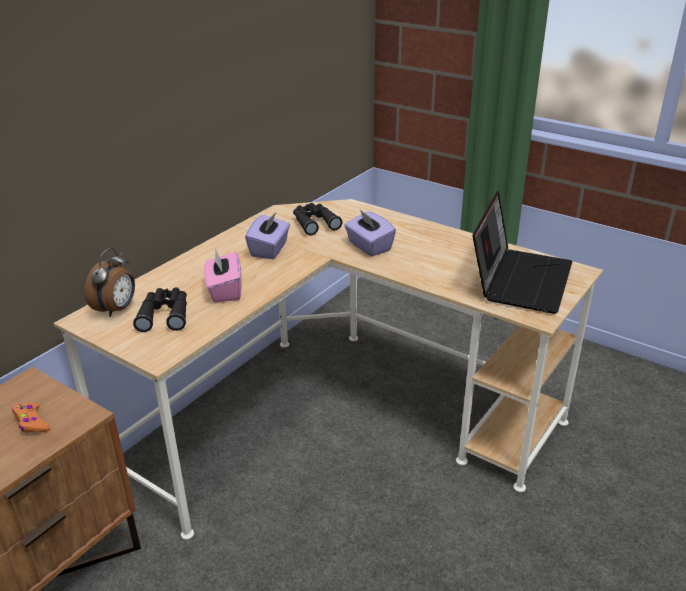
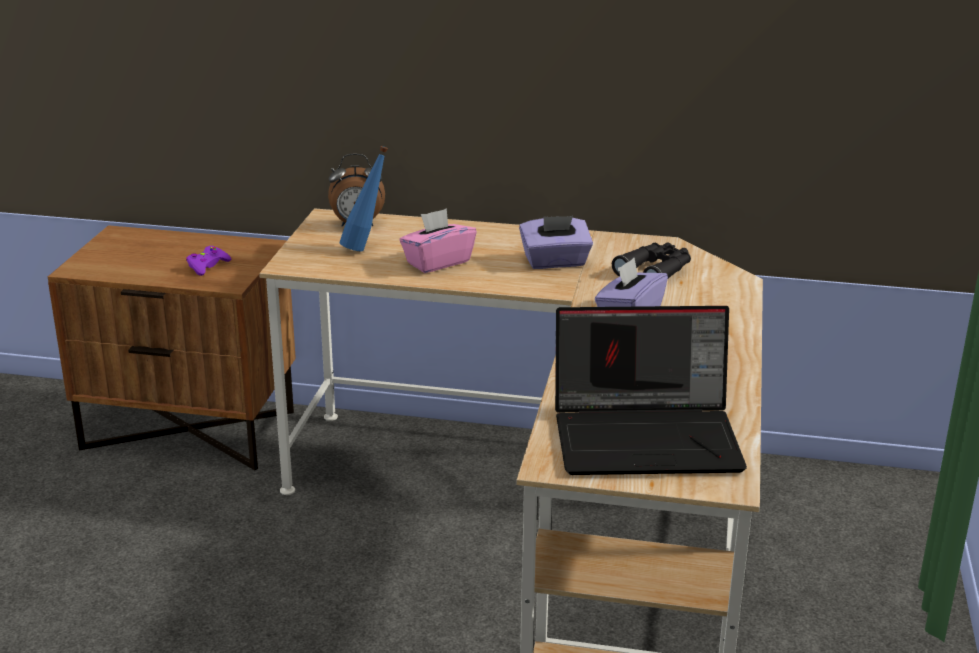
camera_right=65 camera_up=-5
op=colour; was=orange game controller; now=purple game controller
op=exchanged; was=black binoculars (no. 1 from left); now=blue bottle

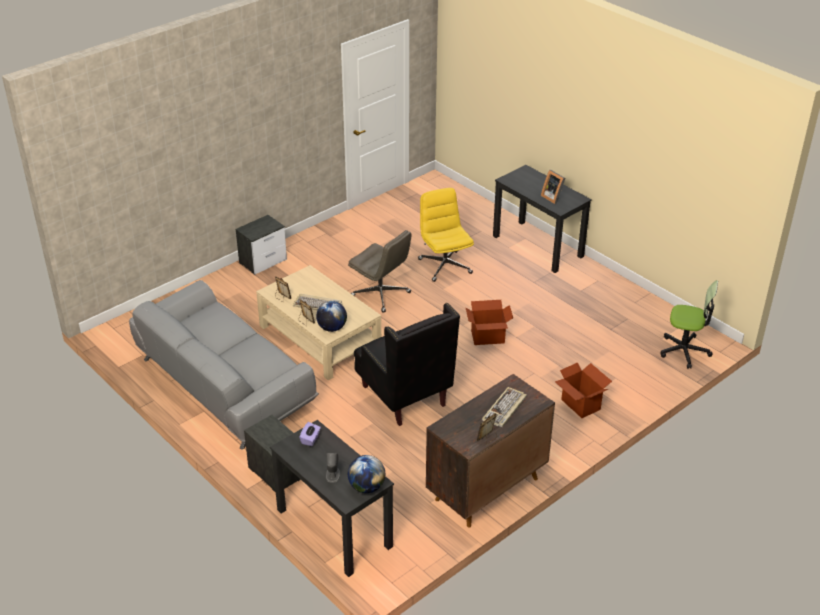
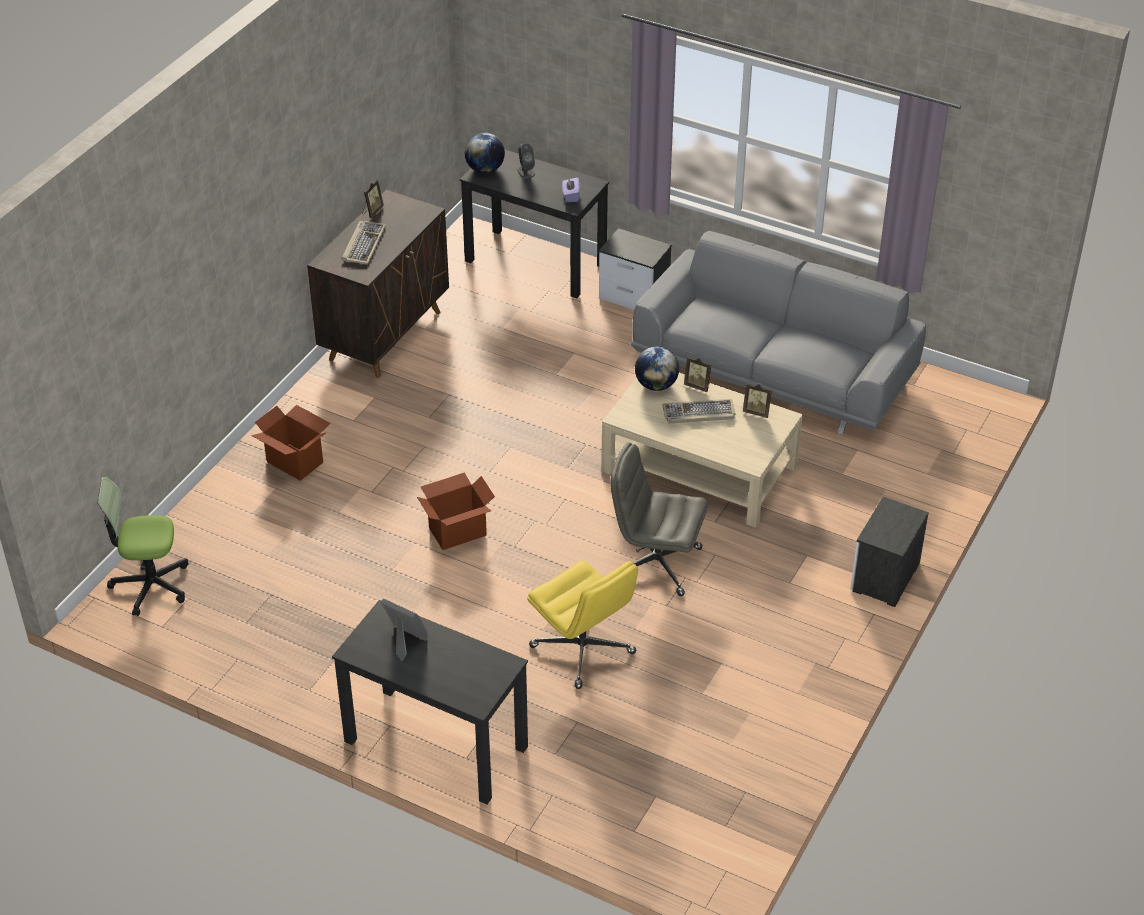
camera_right=160 camera_up=5
op=missing; was=black armchair

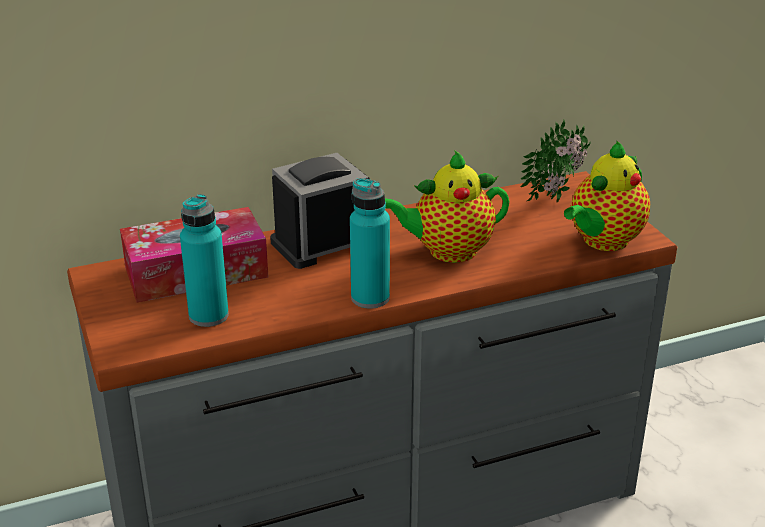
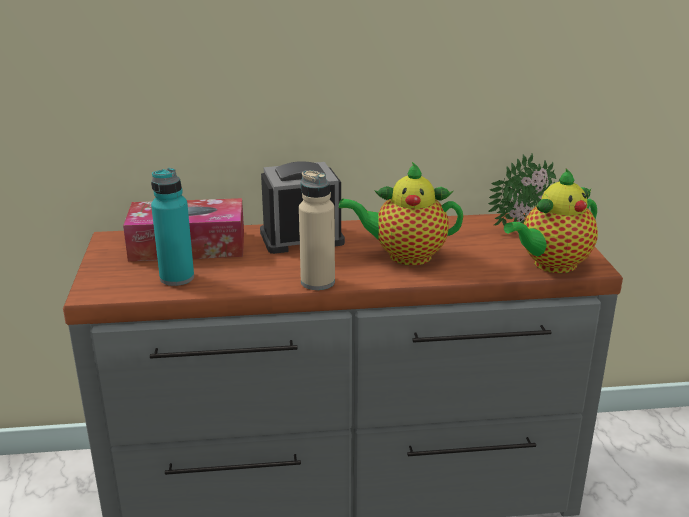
camera_right=15 camera_up=-5
op=colour; was=turquoise bottle (no. 2 from left); now=beige bottle

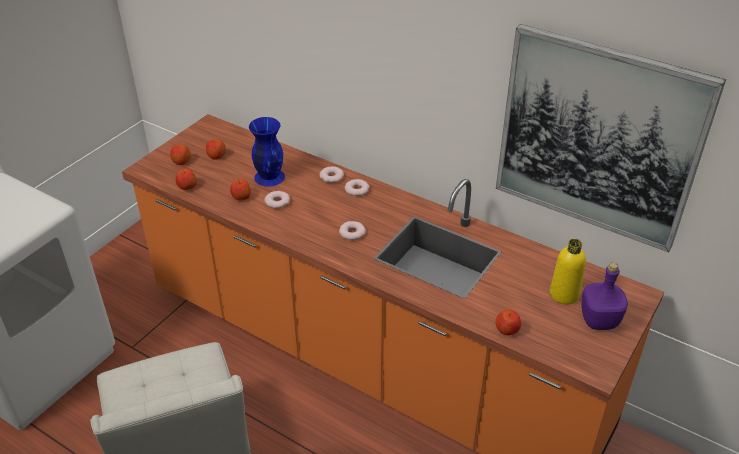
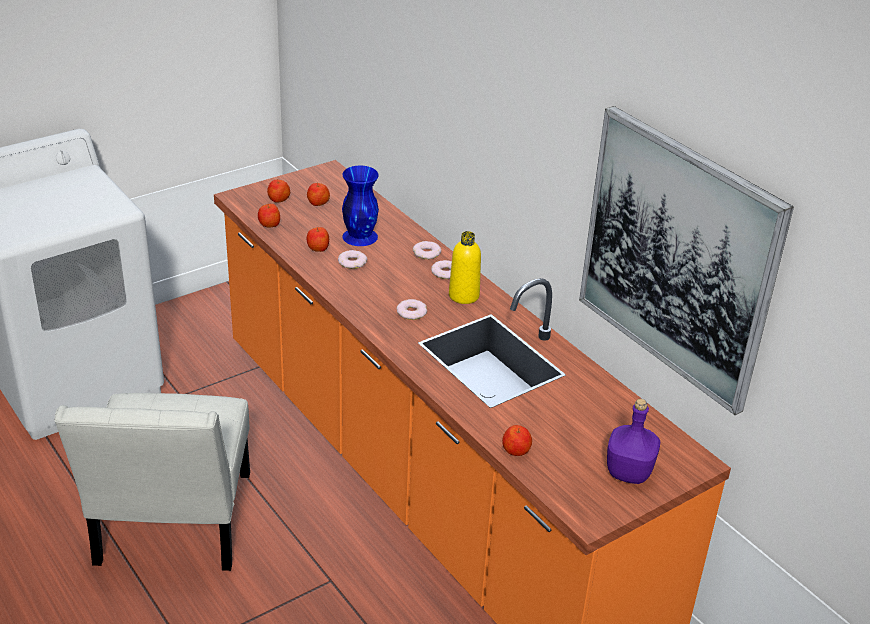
camera_right=20 camera_up=-5
op=relocated; was=yellow bottle

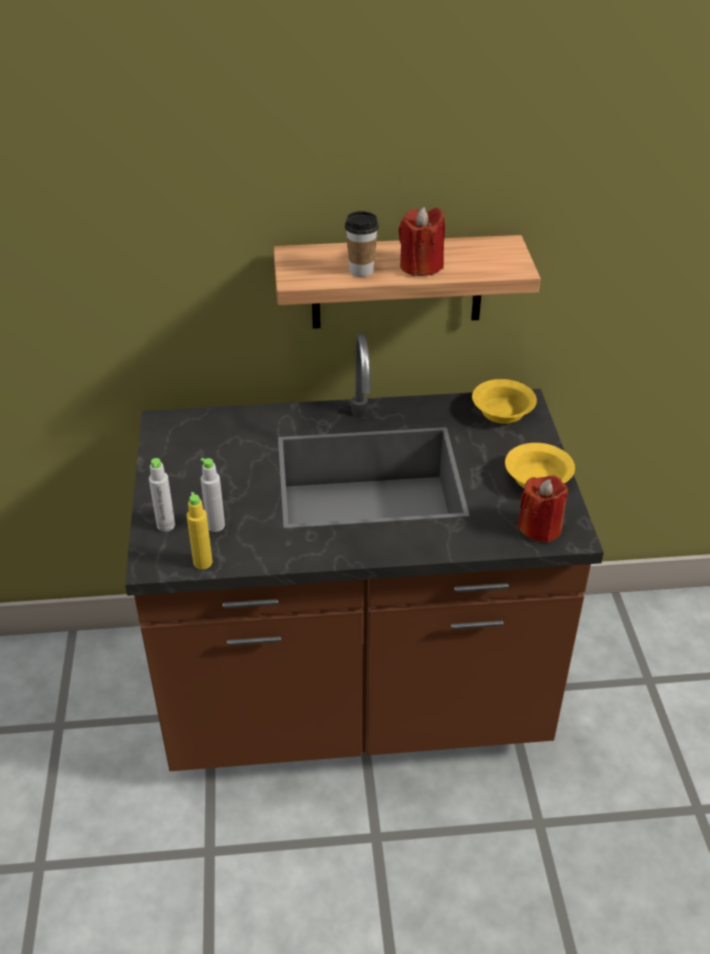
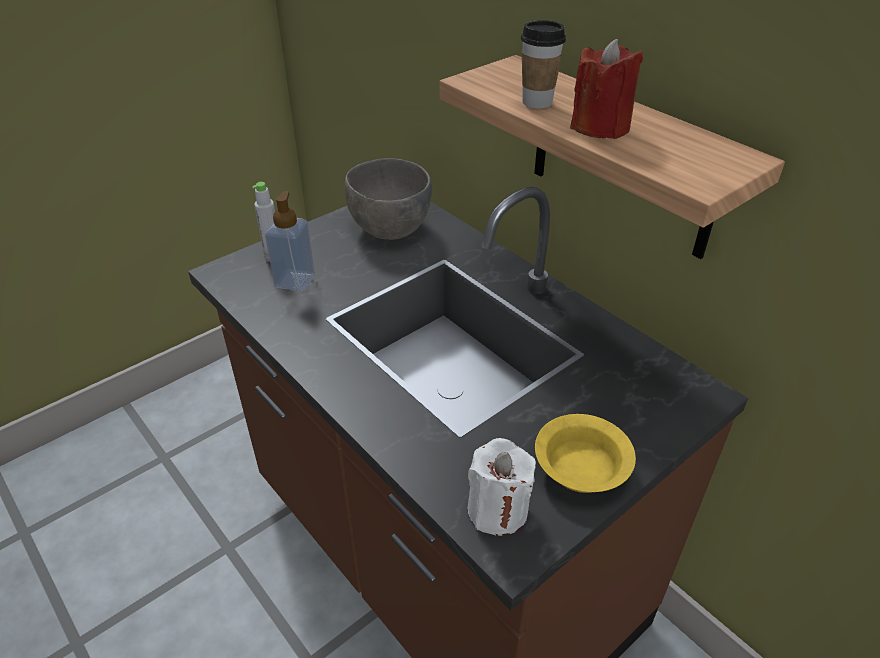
camera_right=55 camera_up=0
op=exchanged; was=grey bottle (no. 2 from left); now=soap dispenser
op=appeared; now=grey bowl
op=colour; was=red candle (no. 2 from left); now=white candle
op=missing; was=yellow bottle
op=missing; was=yellow bowl (no. 1 from left)

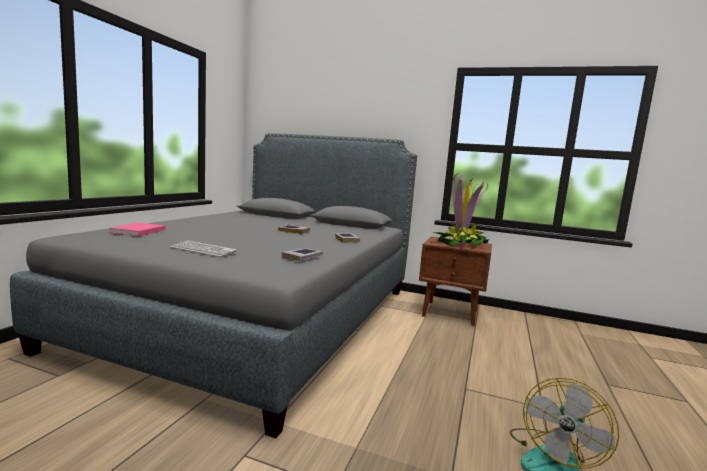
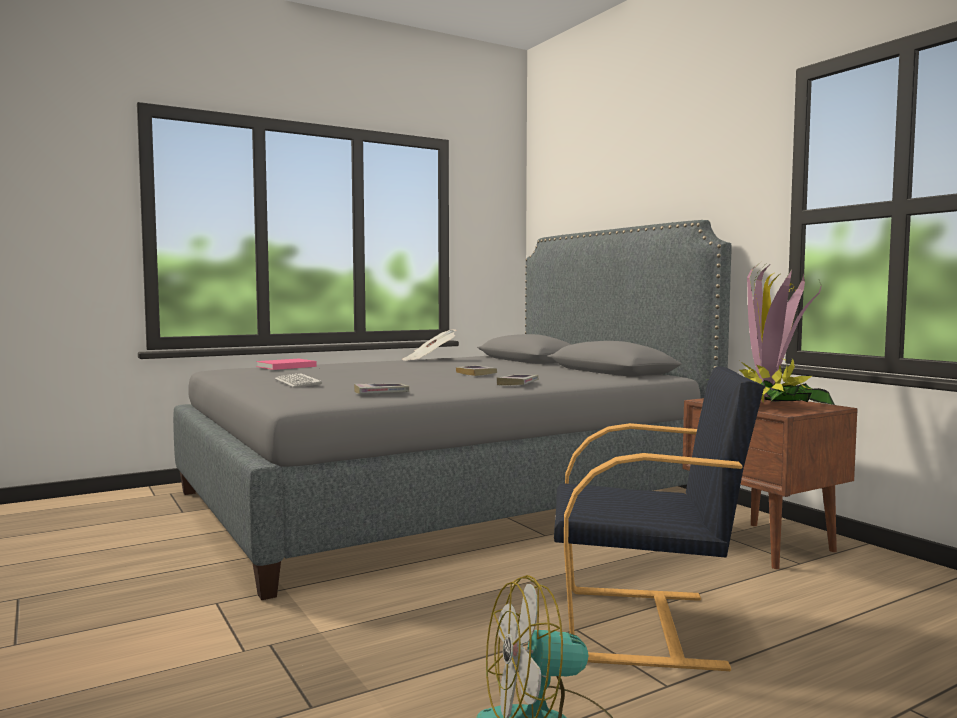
camera_right=40 camera_up=-5
op=appeared; now=newspaper
op=appeared; now=black armchair

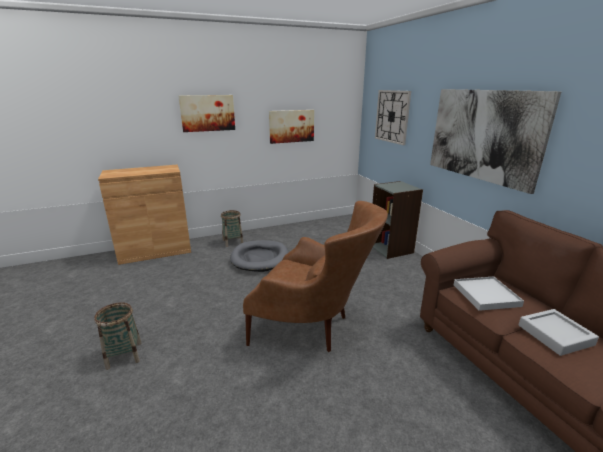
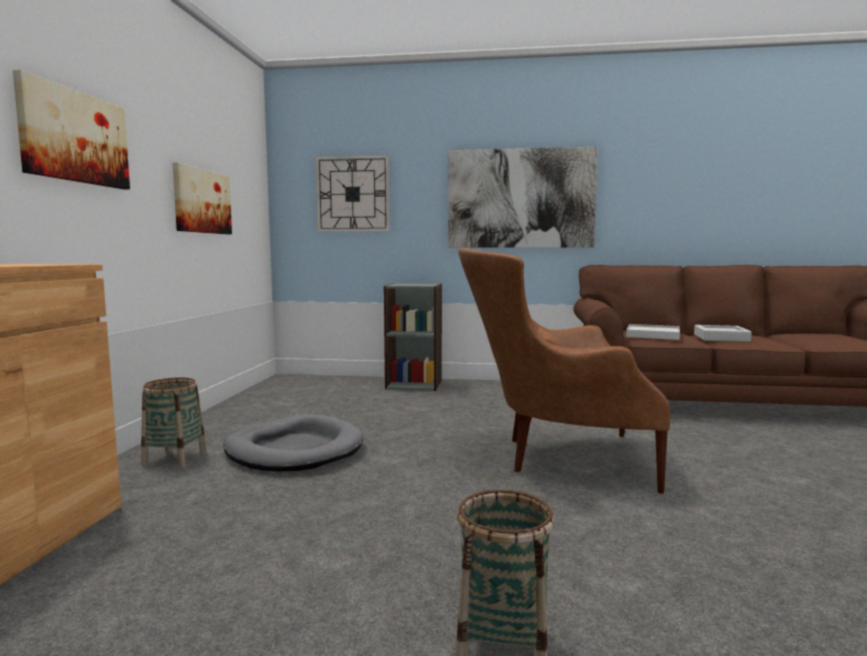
camera_right=-60 camera_up=-15
op=spun; was=brown armchair; clockwise=-135

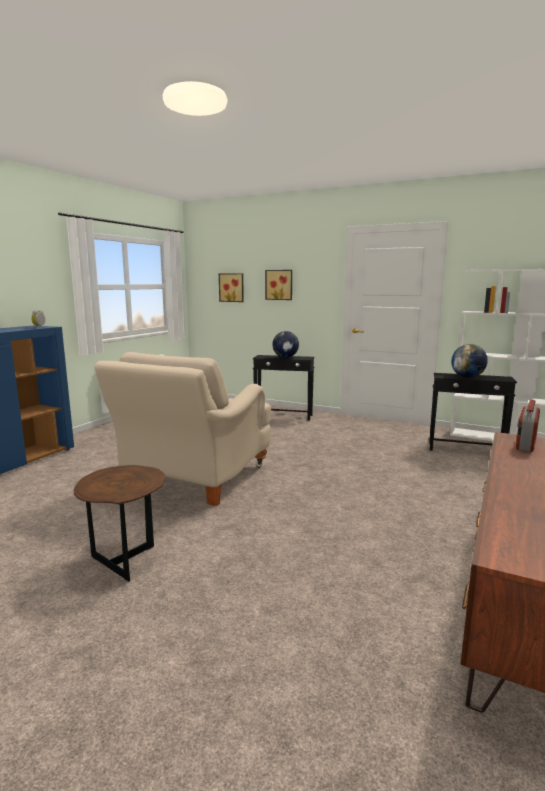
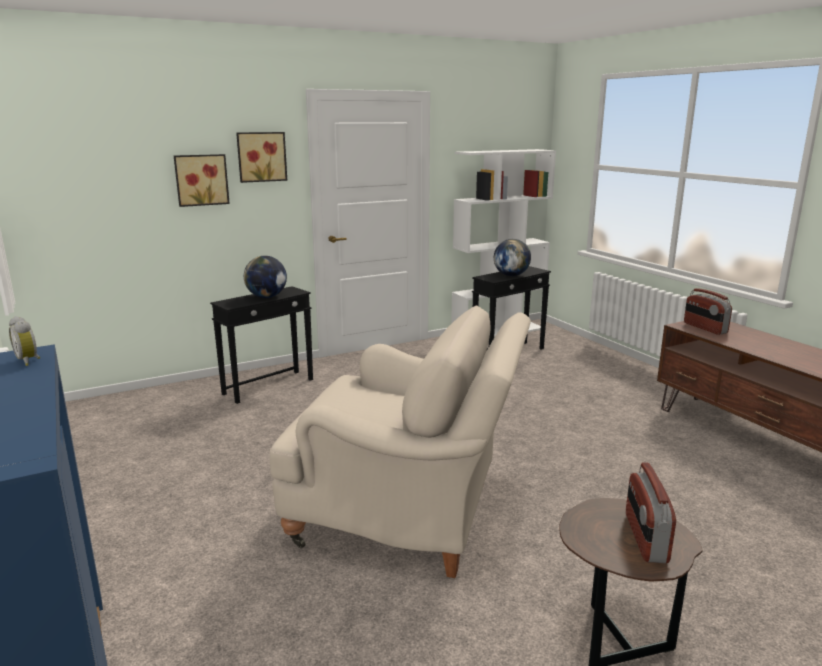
camera_right=-55 camera_up=5
op=relocated; was=picture (no. 1 from left in the first image); now=picture (no. 2 from left)
op=spun; was=beige armchair; clockwise=-45
op=appeared; now=radio (no. 1 from left)

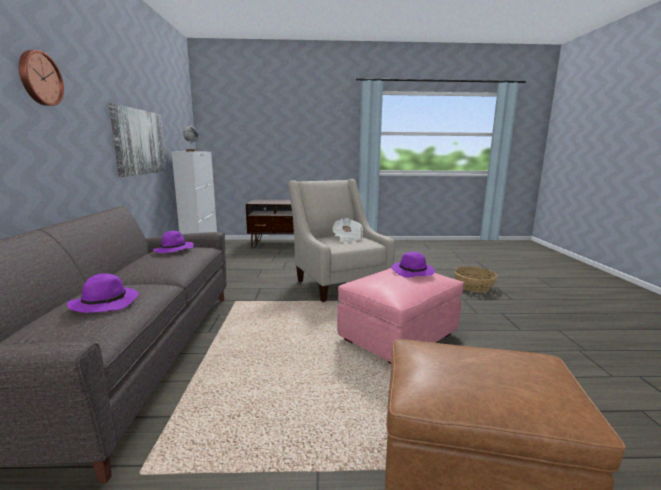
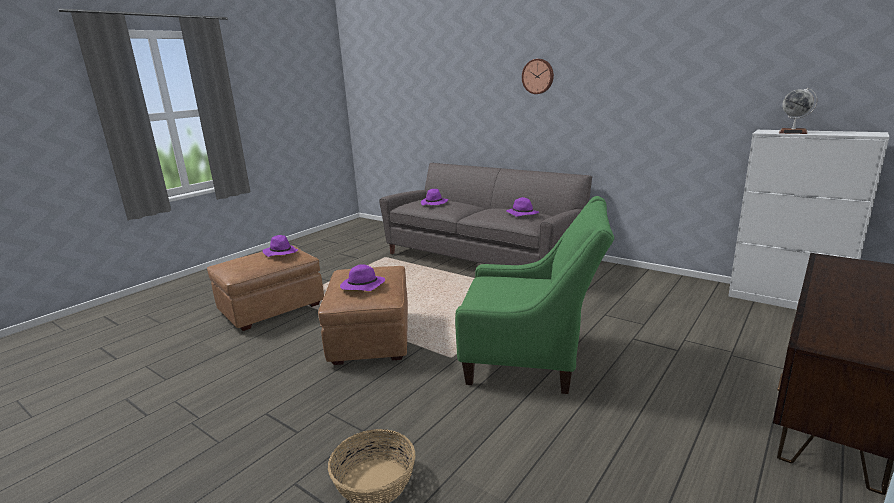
camera_right=130 camera_up=5
op=appeared; now=purple hat (no. 1 from left)
op=colour; was=pink ottoman; now=brown ottoman (no. 2 from left)
op=colour; was=beige armchair; now=green armchair
op=missing; was=picture
op=missing; was=newspaper

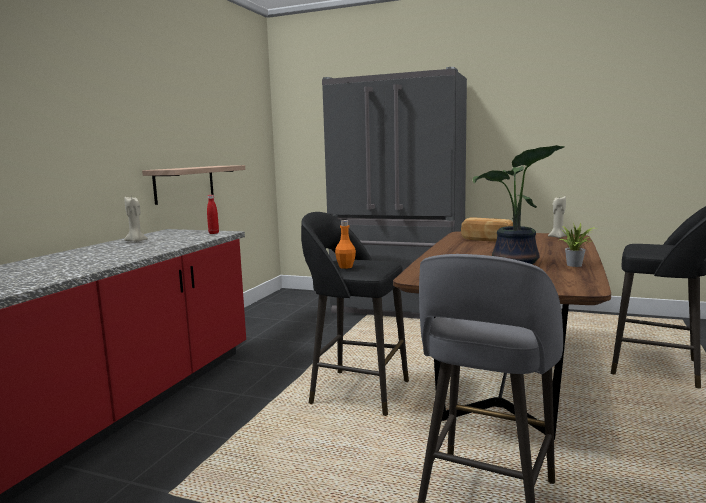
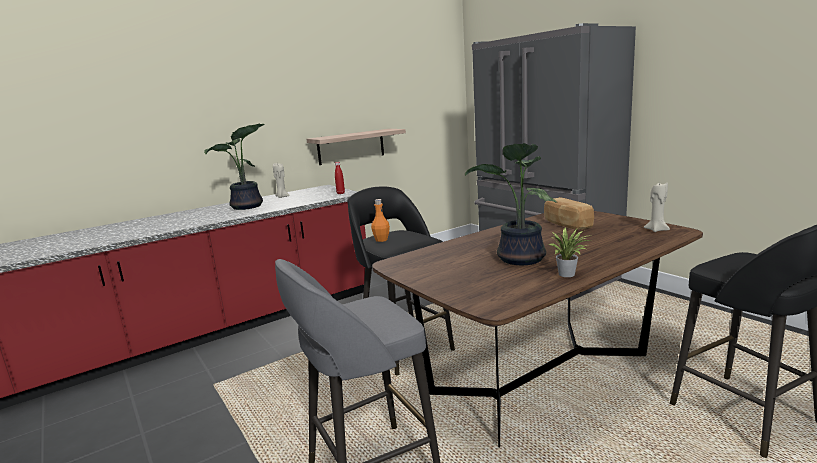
camera_right=35 camera_up=5
op=appeared; now=potted plant (no. 1 from left)

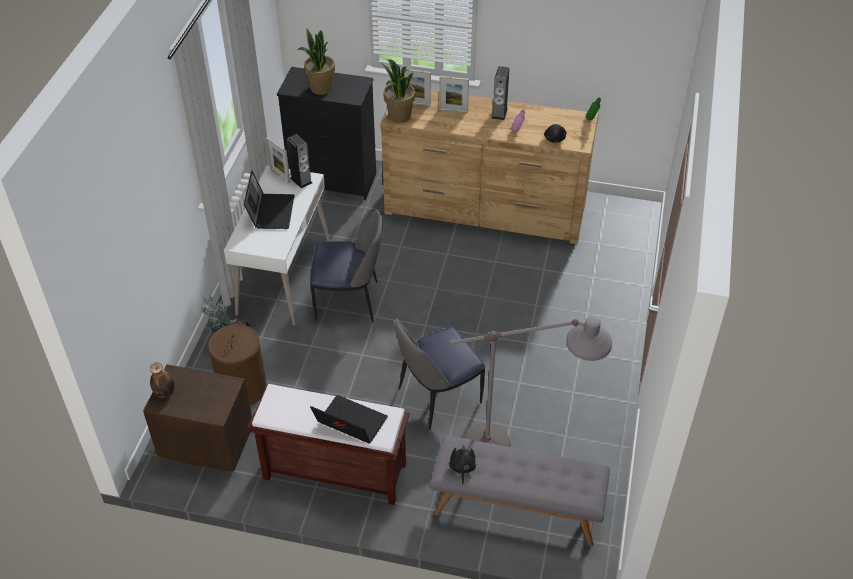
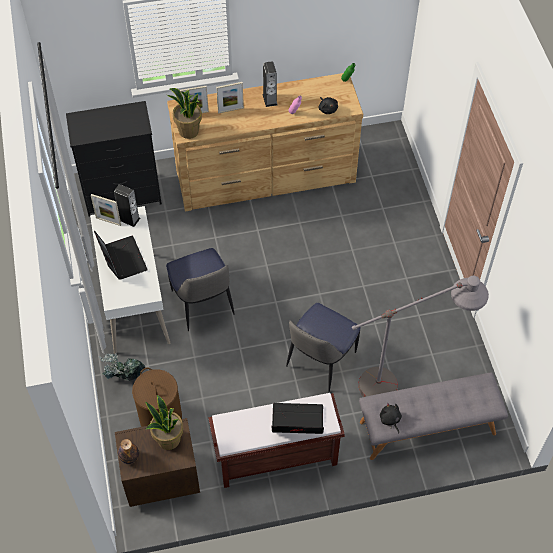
camera_right=-25 camera_up=10
op=relocated; was=potted plant (no. 2 from left)
op=spun; was=chair (no. 1 from left); clockwise=90

